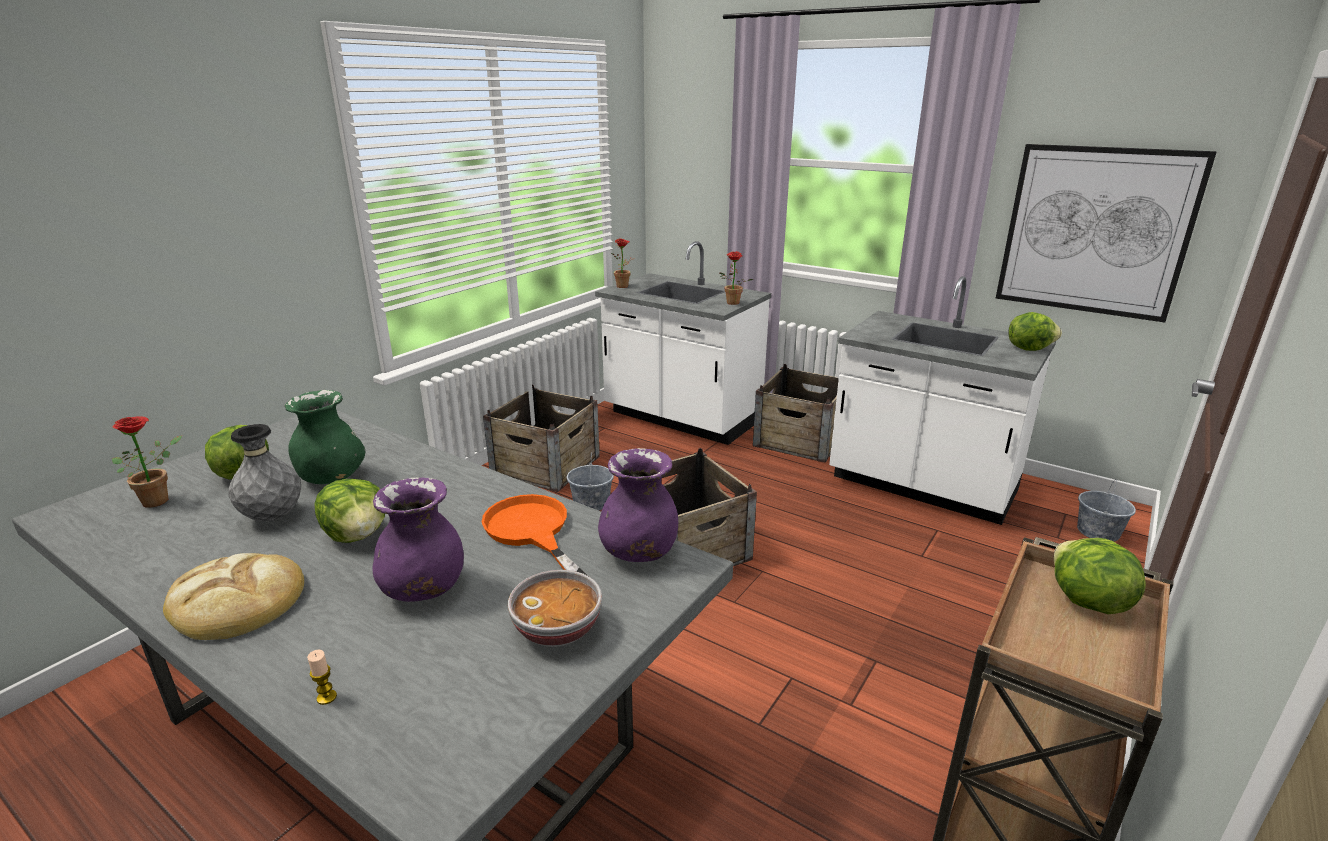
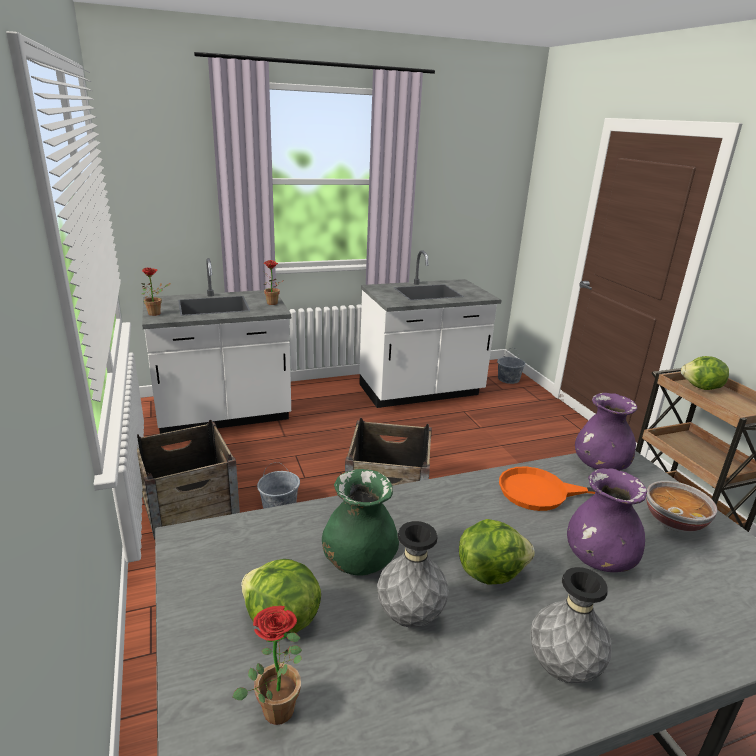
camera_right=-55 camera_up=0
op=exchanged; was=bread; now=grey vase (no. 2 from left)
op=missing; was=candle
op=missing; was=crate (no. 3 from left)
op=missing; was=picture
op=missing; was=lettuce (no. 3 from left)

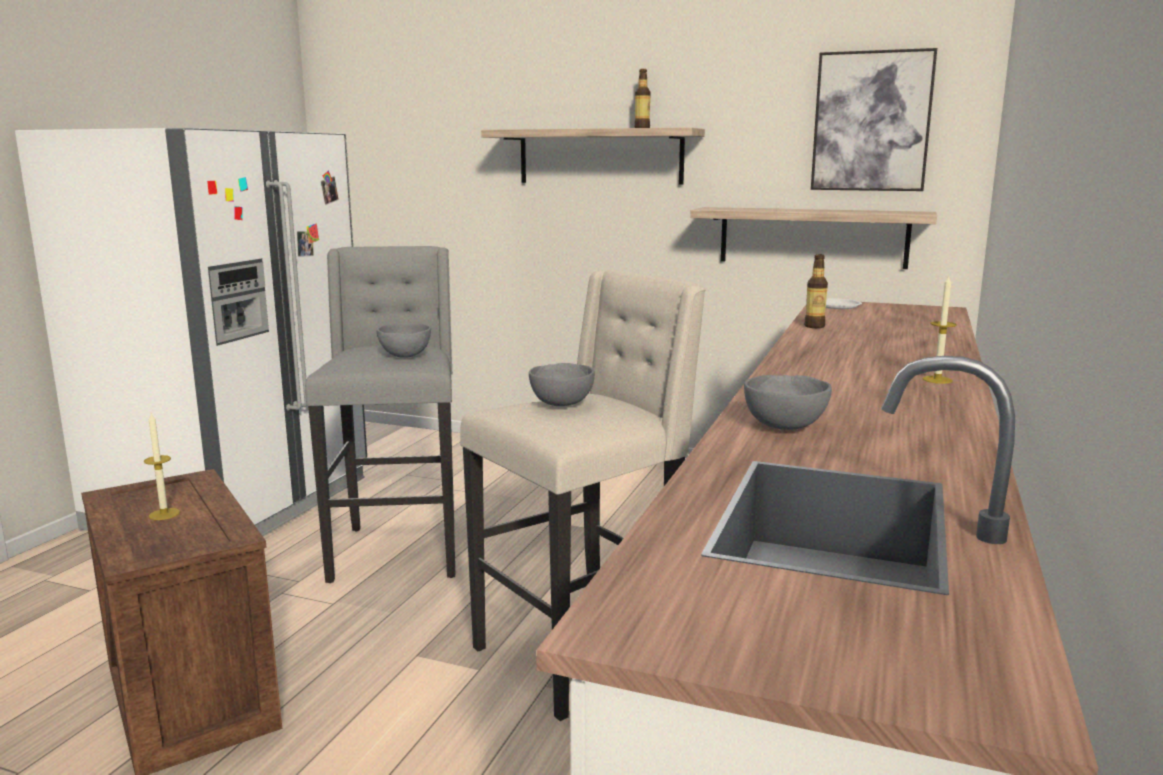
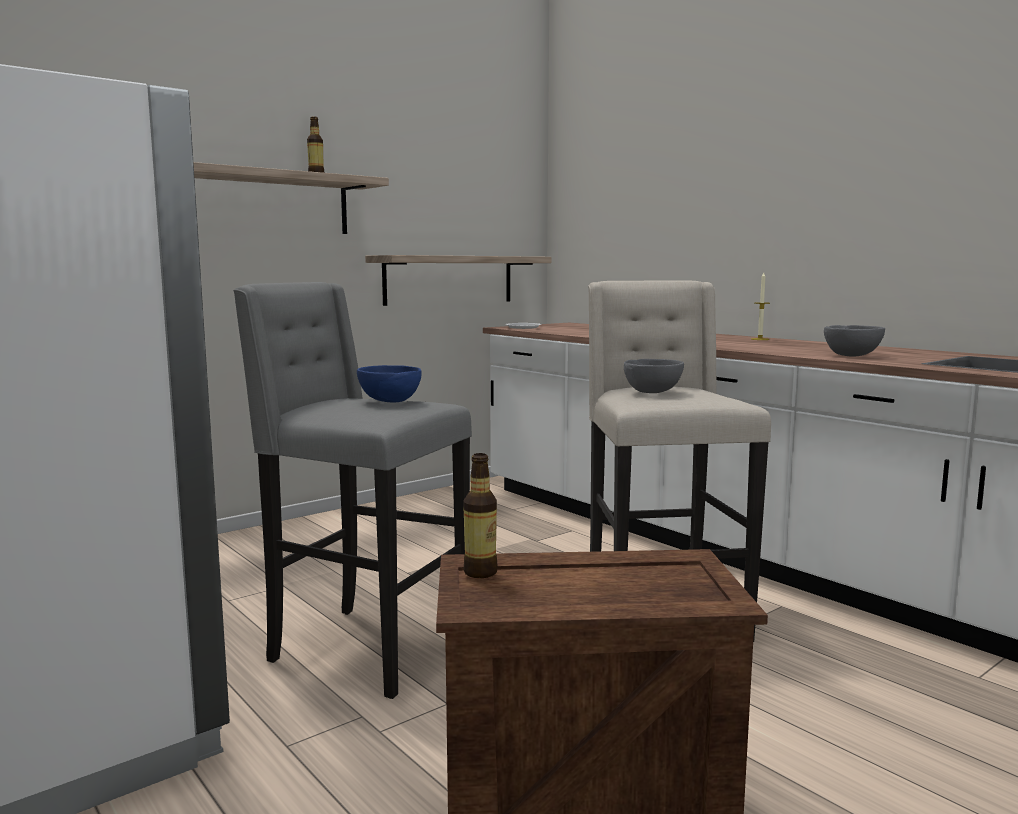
camera_right=-60 camera_up=-5
op=colour; was=grey bowl (no. 1 from left); now=blue bowl
op=relocated; was=bottle (no. 2 from left)
op=missing; was=candle (no. 1 from left)
op=missing; was=picture

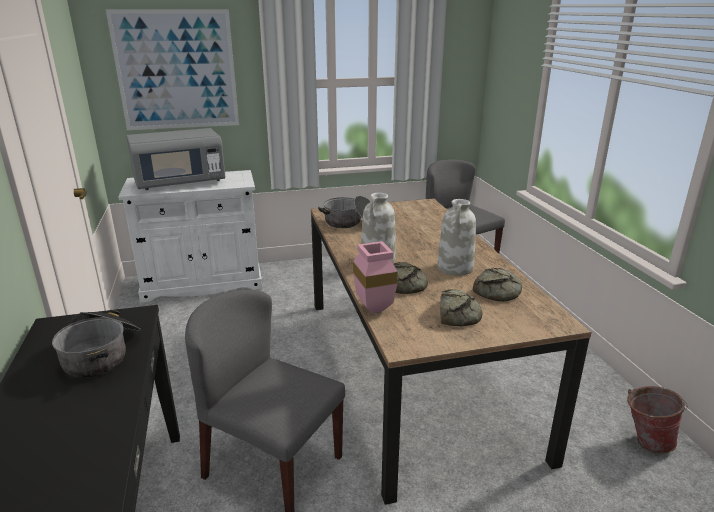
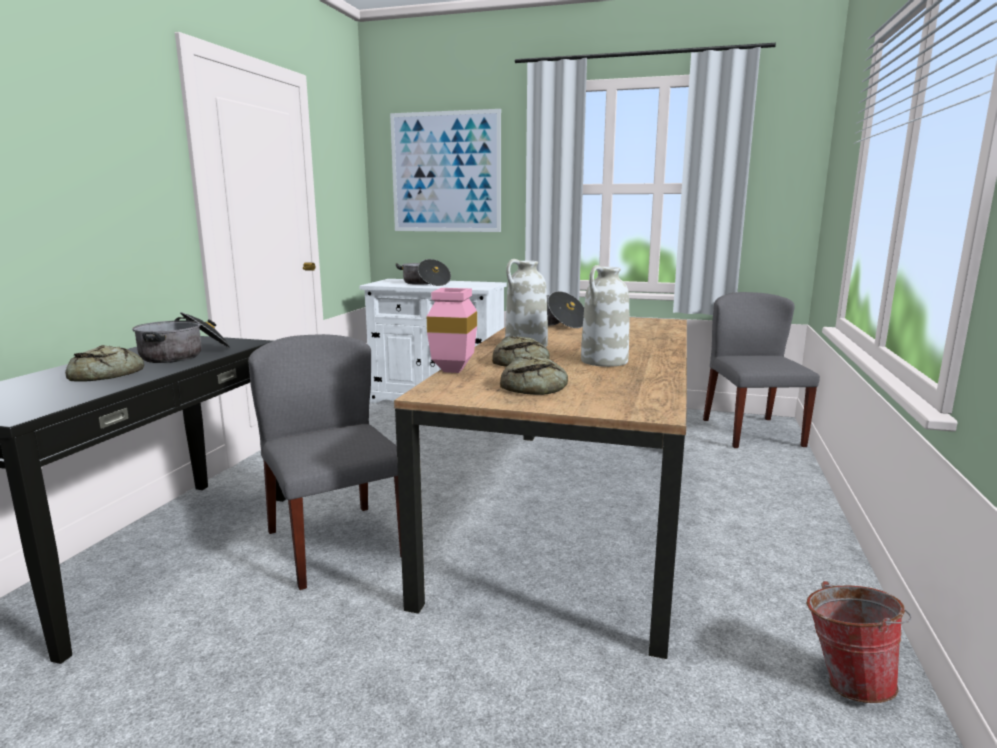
camera_right=30 camera_up=-10
op=relocated; was=bread (no. 3 from left in the first image); now=bread (no. 1 from left)
op=exchanged; was=grey microwave; now=cooking pot (no. 2 from left)

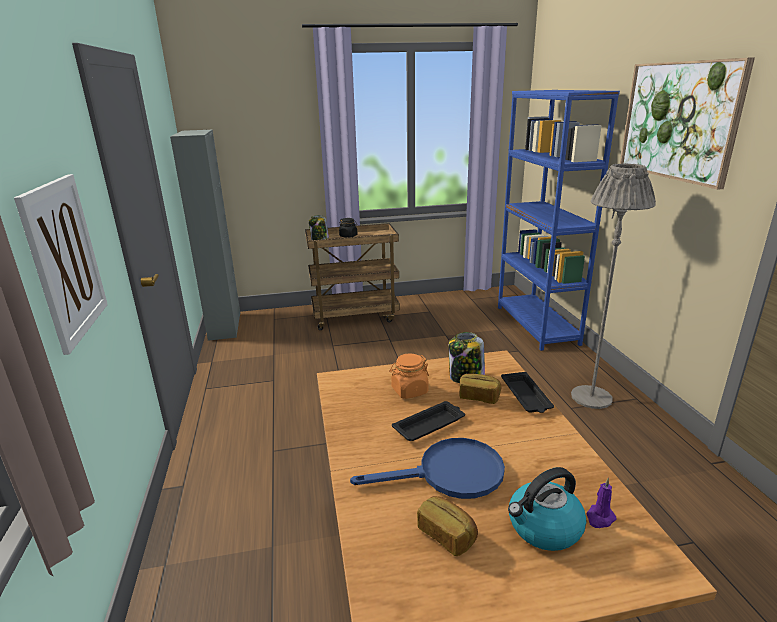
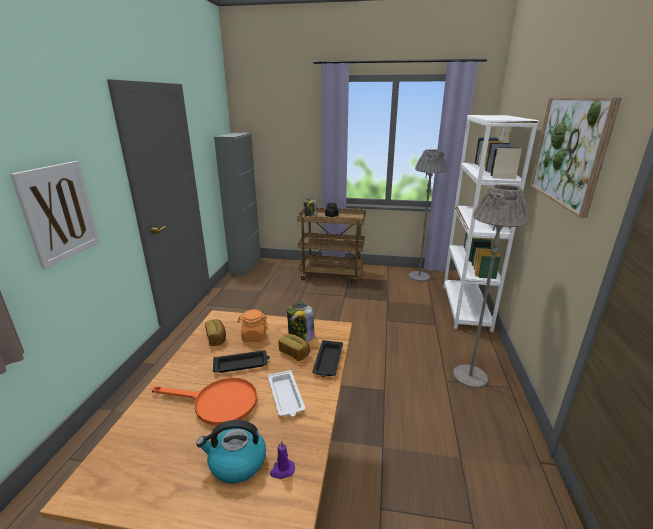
camera_right=20 camera_up=0
op=colour; was=blue frying pan; now=orange frying pan
op=relocated; was=bread (no. 1 from left)
op=appeared; now=white tray
op=appeared; now=grey floor lamp (no. 1 from left)
op=colour; was=blue bookcase; now=white bookcase

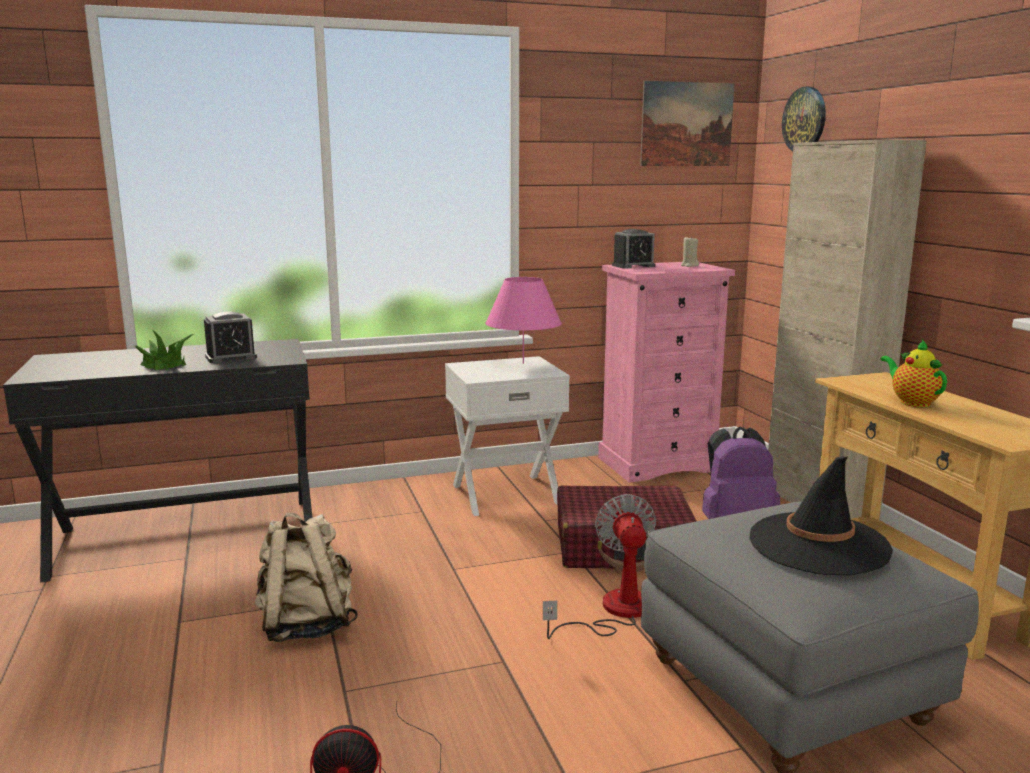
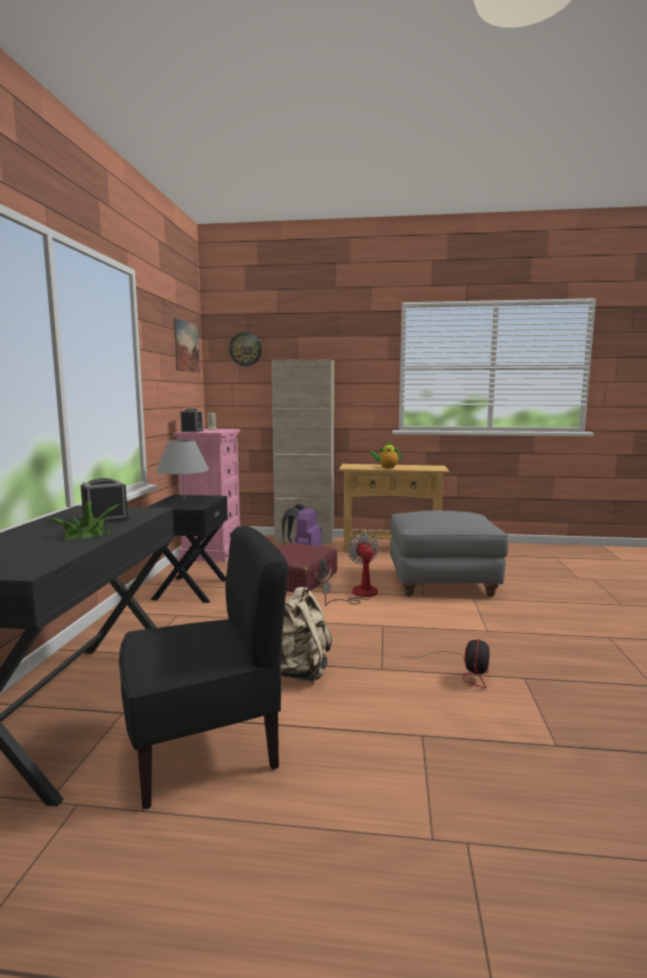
camera_right=-65 camera_up=-5
op=spun; was=alarm clock (no. 1 from left); clockwise=-120
op=appeared; now=black chair
op=colour; was=white nightstand; now=black nightstand
op=colour; was=pink table lamp; now=grey table lamp
op=spun; was=fan (no. 2 from left in the first image); clockwise=60
op=missing; was=black hat

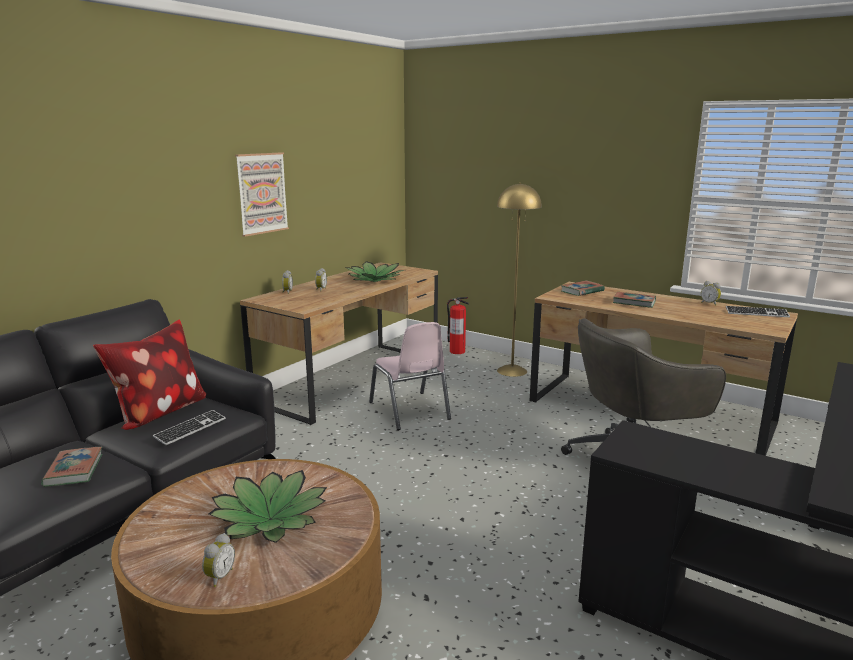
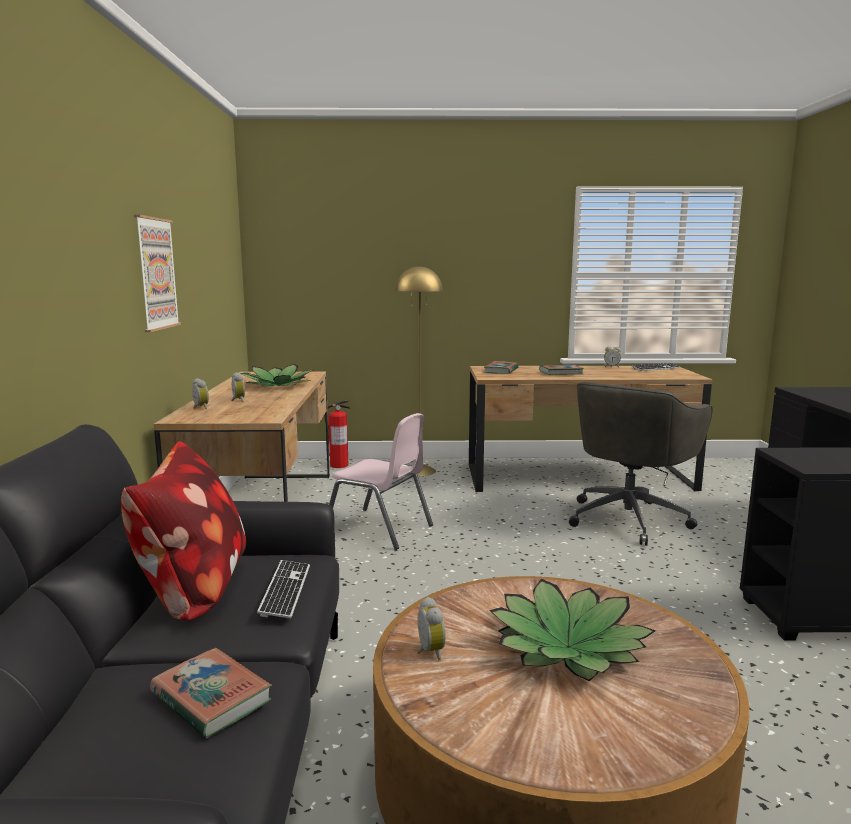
camera_right=-35 camera_up=-5
op=relocated; was=alarm clock (no. 1 from left in the first image); now=alarm clock (no. 3 from left)

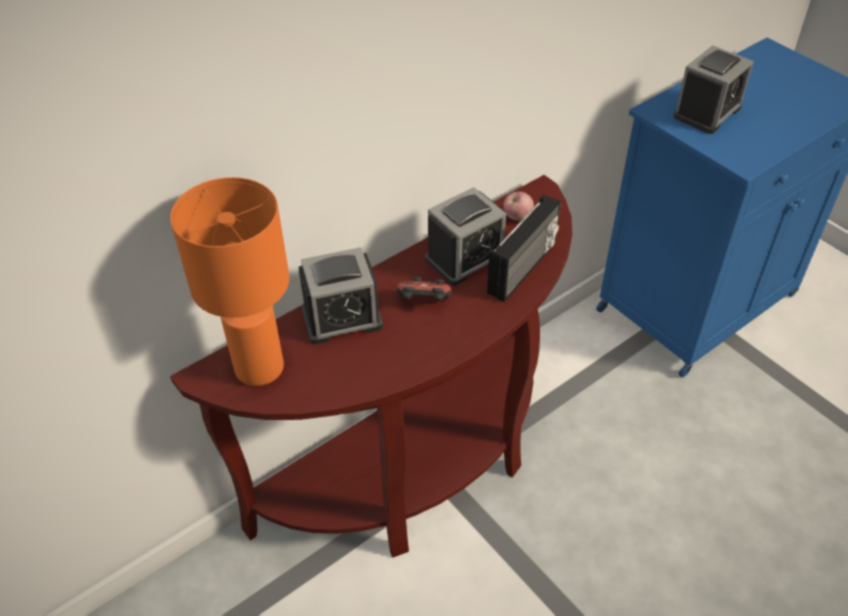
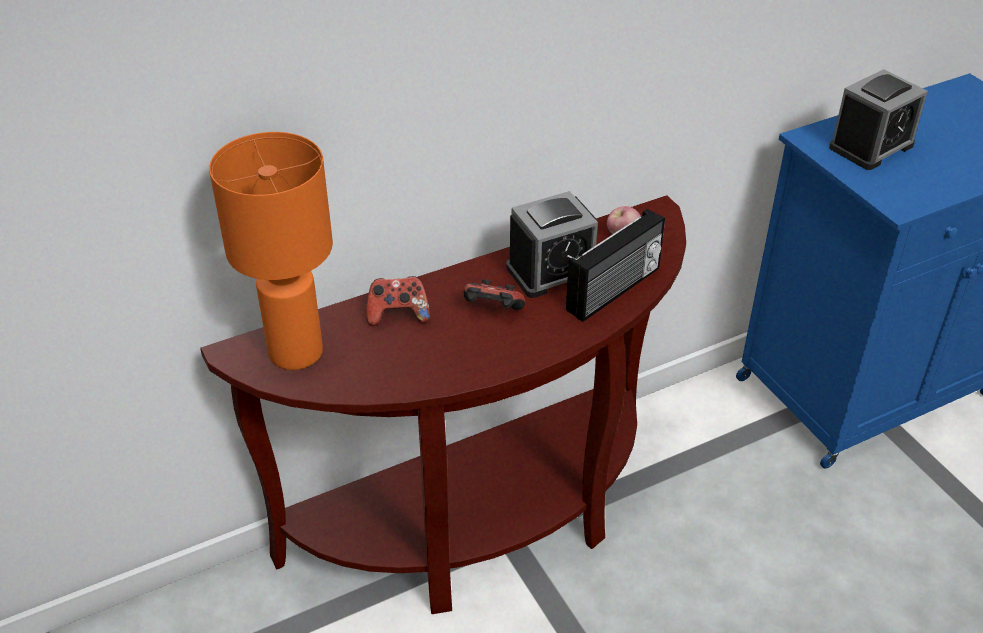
camera_right=10 camera_up=-5
op=exchanged; was=alarm clock (no. 1 from left); now=game controller (no. 1 from left)

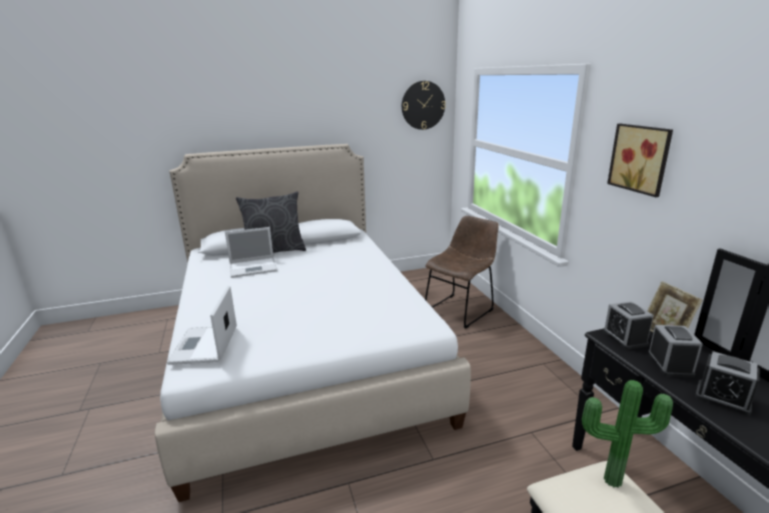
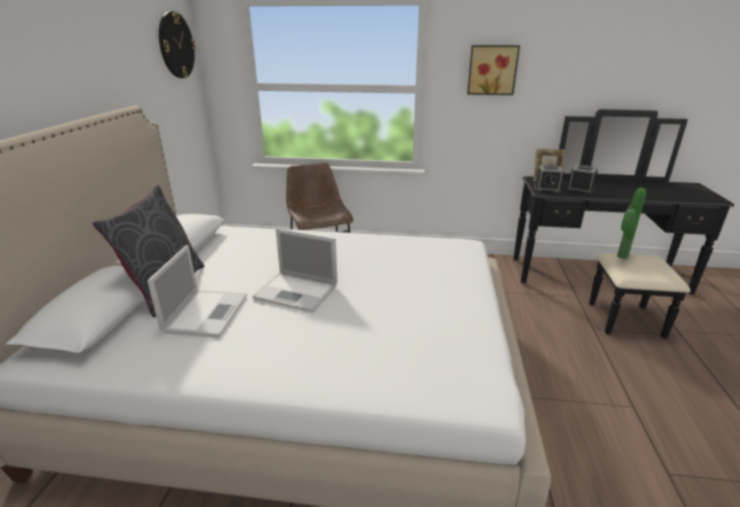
camera_right=-65 camera_up=5
op=relocated; was=laptop (no. 1 from left in the first image); now=laptop (no. 2 from left)
op=missing; was=alarm clock (no. 3 from left)

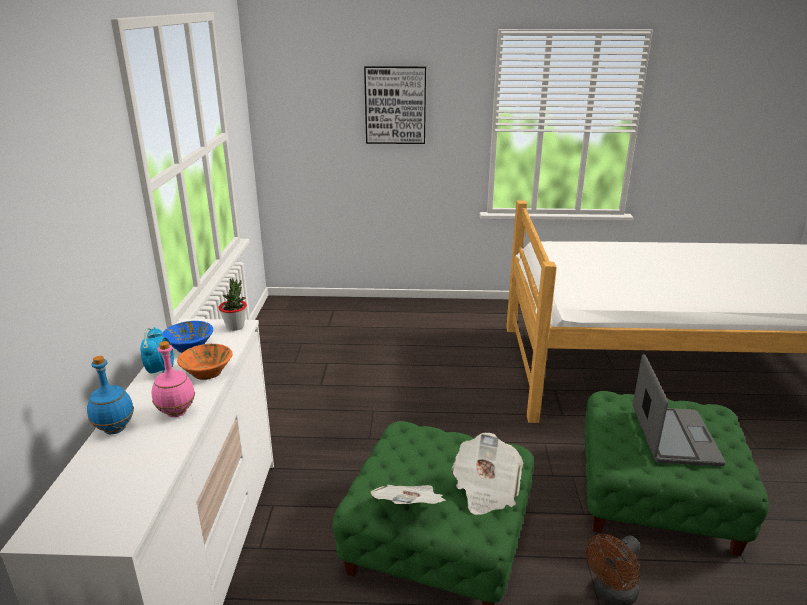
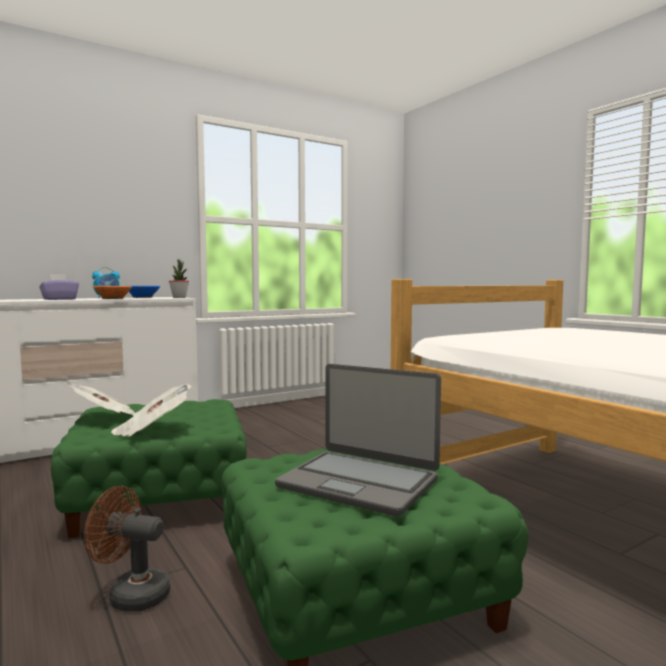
camera_right=55 camera_up=-20
op=exchanged; was=pink bottle; now=purple tissue box
op=spun; was=laptop; clockwise=60
op=missing; was=blue bottle
op=missing; was=picture

